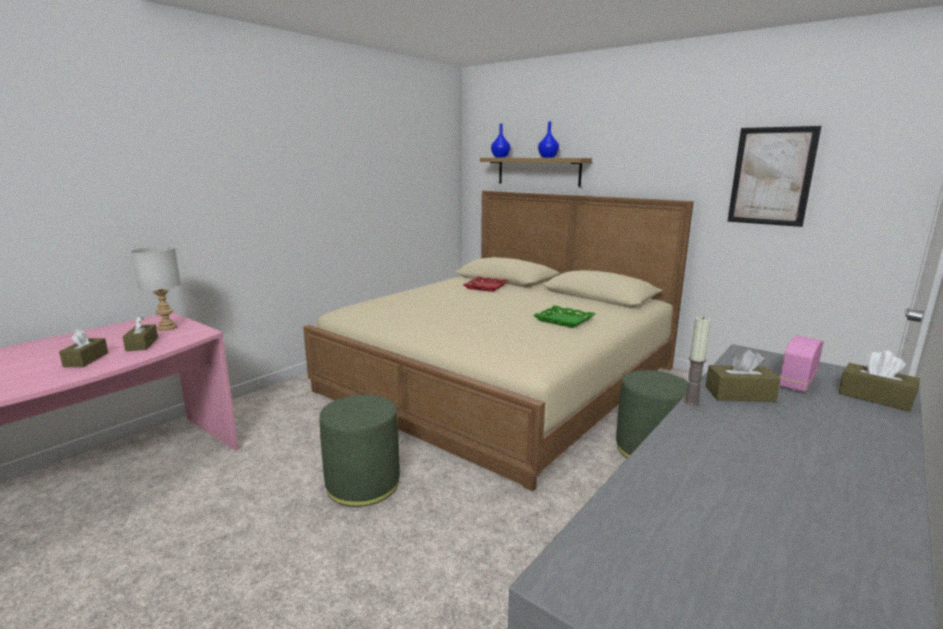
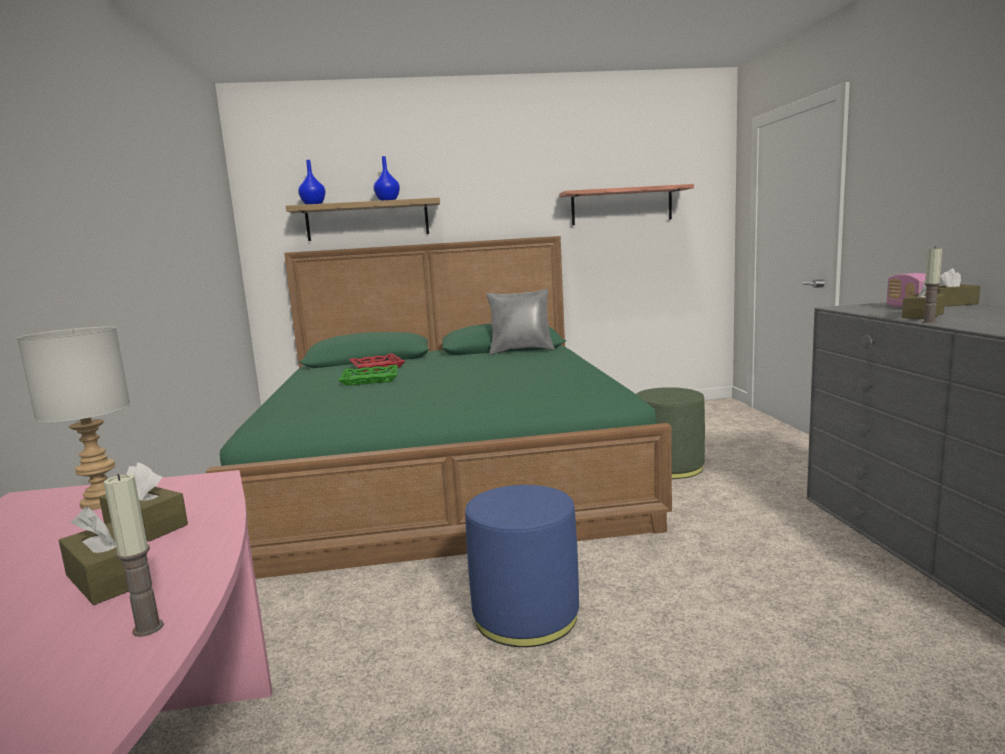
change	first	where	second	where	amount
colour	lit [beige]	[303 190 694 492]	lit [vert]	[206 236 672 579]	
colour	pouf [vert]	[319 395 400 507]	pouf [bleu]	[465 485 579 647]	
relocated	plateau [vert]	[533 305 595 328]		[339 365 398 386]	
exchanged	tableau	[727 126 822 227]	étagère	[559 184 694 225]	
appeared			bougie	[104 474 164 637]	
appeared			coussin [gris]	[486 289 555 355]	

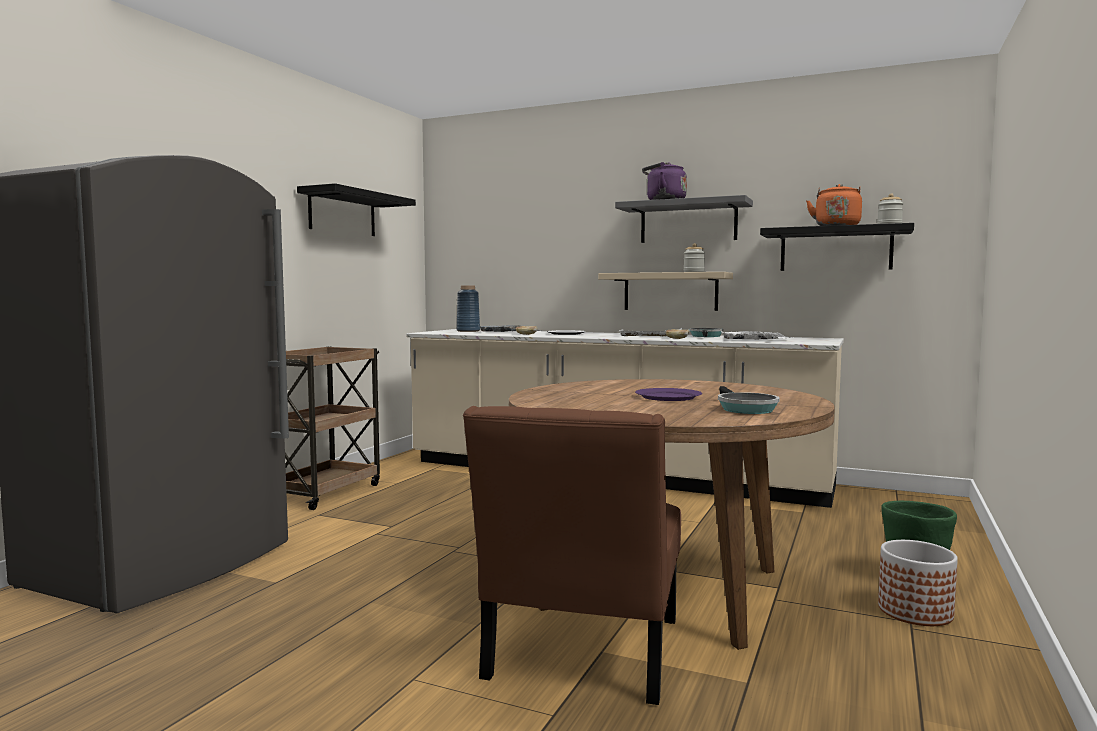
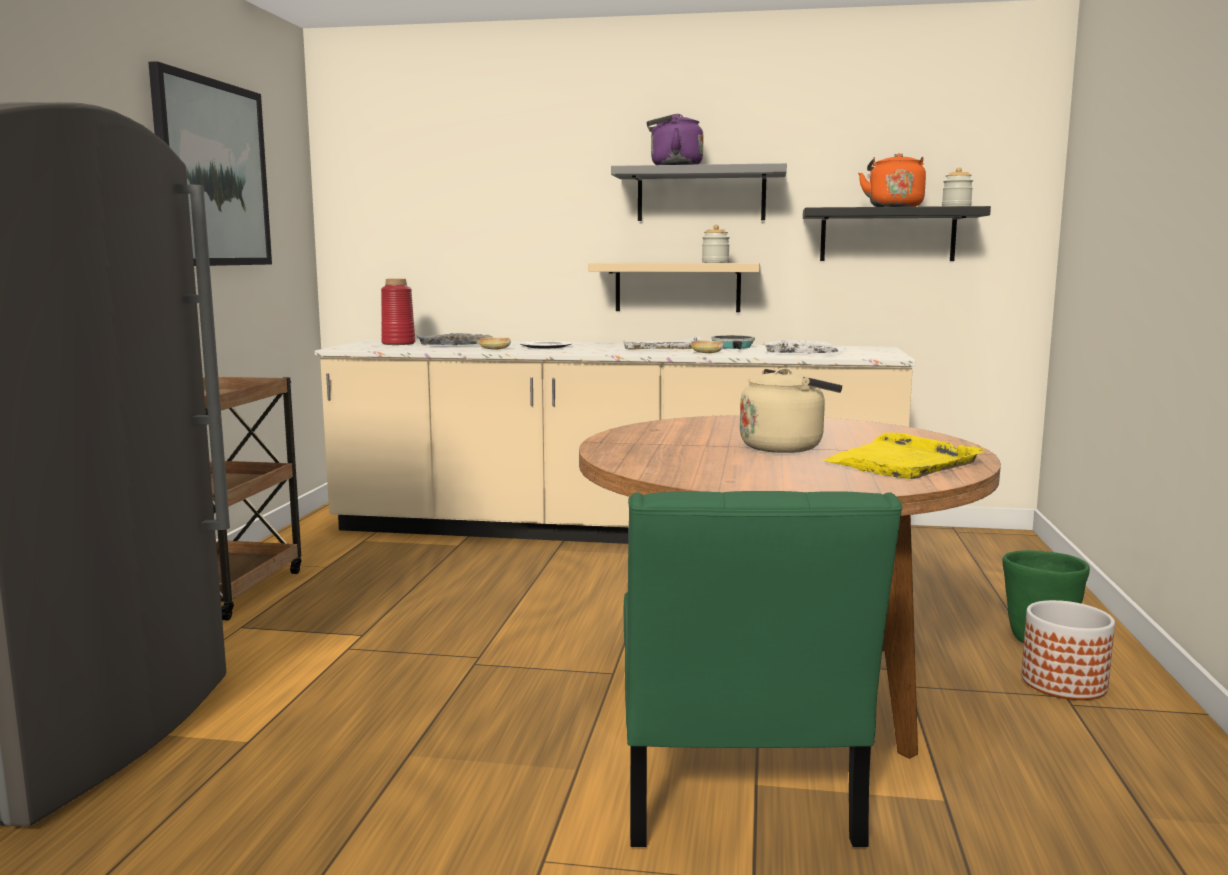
change	first	where	second	where	amount
exchanged	étagère [noir]	[297 183 416 236]	tableau	[148 61 272 266]	
colour	vase [bleu]	[457 286 480 332]	vase [rouge]	[381 279 415 345]	
colour	chaise [marron]	[463 406 681 705]	chaise [vert]	[624 491 902 847]	
exchanged	assiette [violet]	[635 388 702 401]	bouilloire [beige]	[740 368 842 453]	
exchanged	poêle	[718 386 780 414]	plateau [jaune]	[822 433 984 479]	

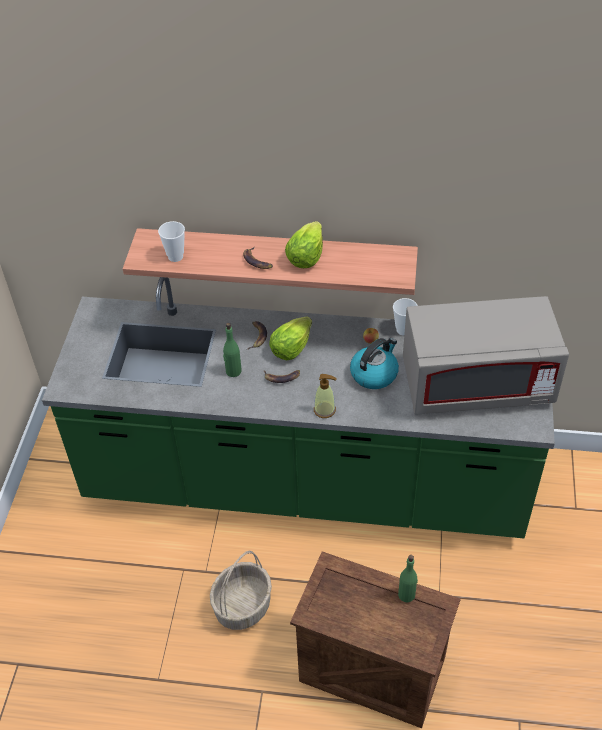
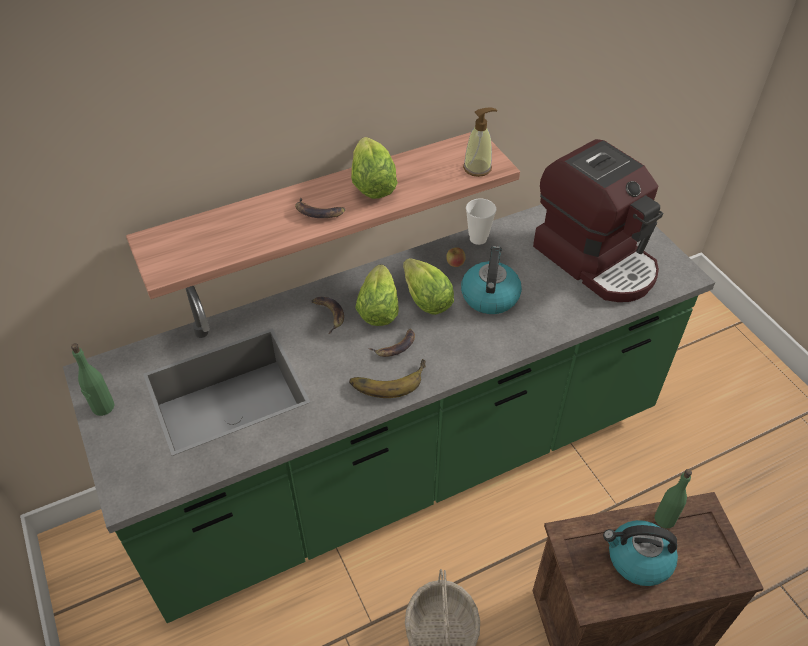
change	first	where	second	where	amount
missing	tasse	[158 221 185 262]			
relocated	bouteille [vert]	[223 323 242 377]		[71 343 114 416]	
relocated	distributeur de savon	[314 374 337 418]		[463 107 497 177]	
exchanged	micro-ondes [gris]	[403 296 569 415]	machine à café	[533 139 663 302]	
appeared			banane	[349 359 426 398]	
appeared			laitue	[403 258 454 315]	
appeared			bouilloire	[603 520 678 586]	

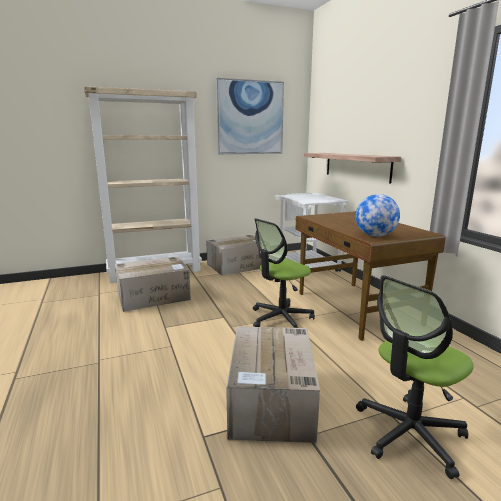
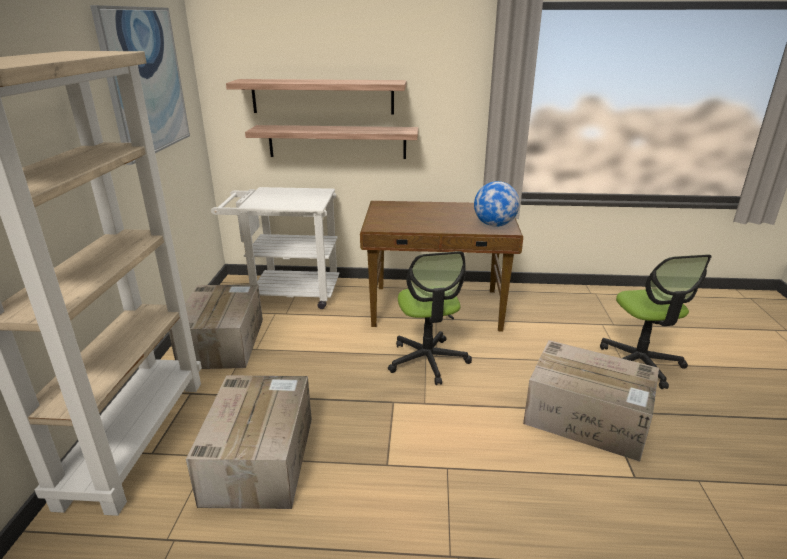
change	first	where	second	where	amount
appeared			étagère	[226 79 406 114]	

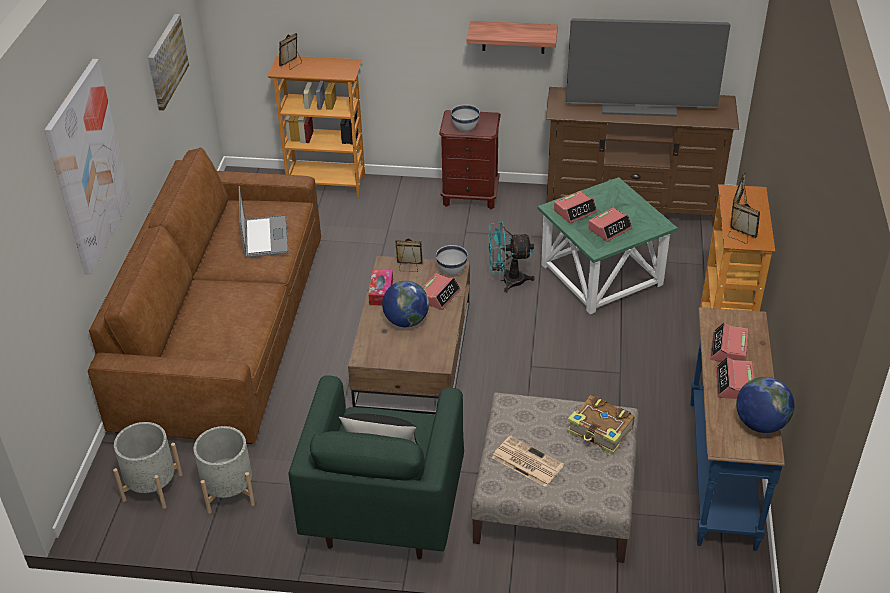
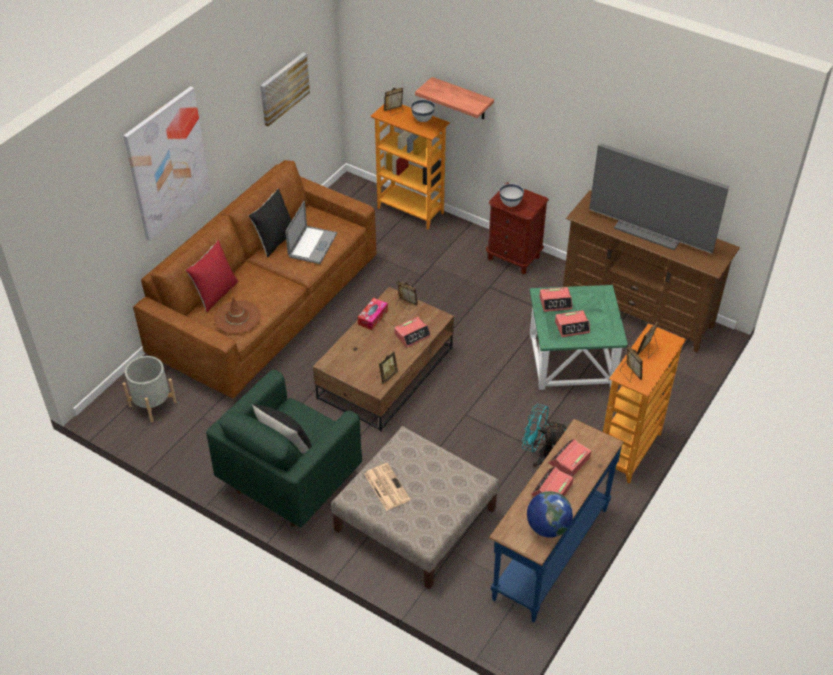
change	first	where	second	where	amount
missing	cache-pot [gris]	[194 426 255 514]			
missing	globe	[382 281 429 327]			
relocated	bol [blanc]	[436 245 468 275]		[411 99 435 122]	
relocated	étagère	[466 21 558 54]		[415 77 494 119]	
relocated	ventilateur [turquoise]	[488 221 534 293]		[522 404 567 467]	
missing	livre	[567 395 635 454]			
appeared			coussin [rouge]	[185 240 238 312]	
appeared			chapeau [marron]	[214 297 261 334]	
appeared			coussin [noir]	[249 188 292 257]	
appeared			cadre photo	[377 351 398 384]	

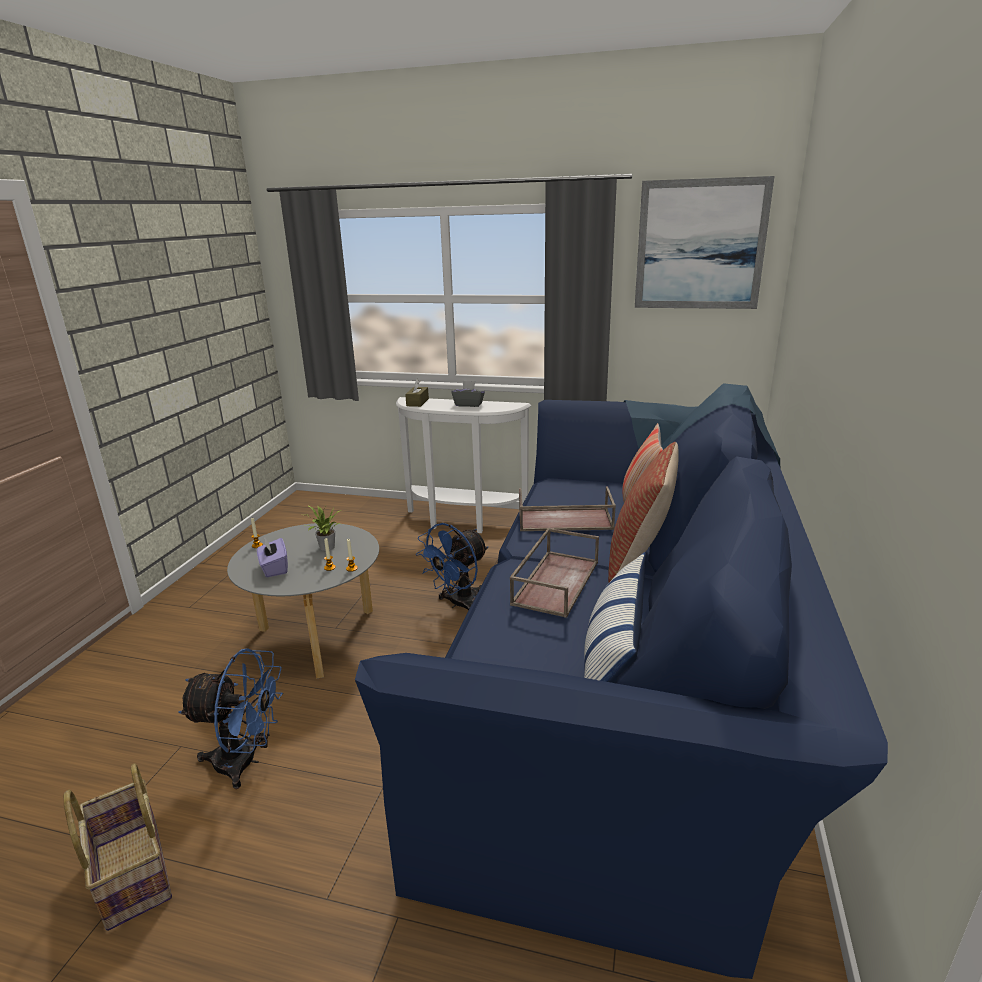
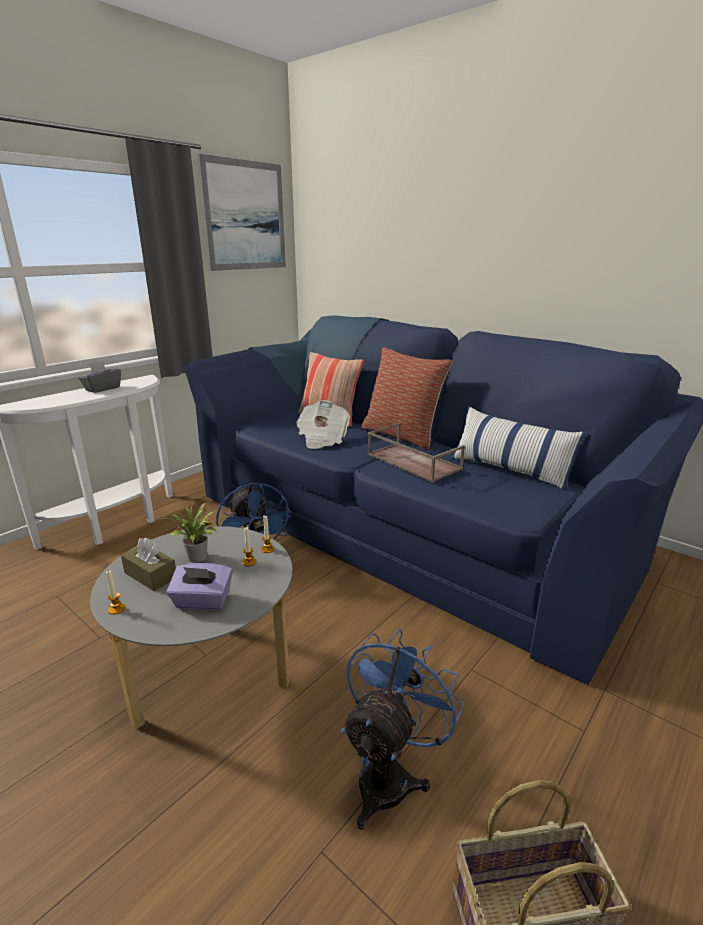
change	first	where	second	where	amount
relocated	boîte à mouchoirs [marron]	[405 379 429 407]		[121 537 176 591]	
exchanged	plateau [marron]	[519 486 616 531]	journal	[296 400 350 449]	

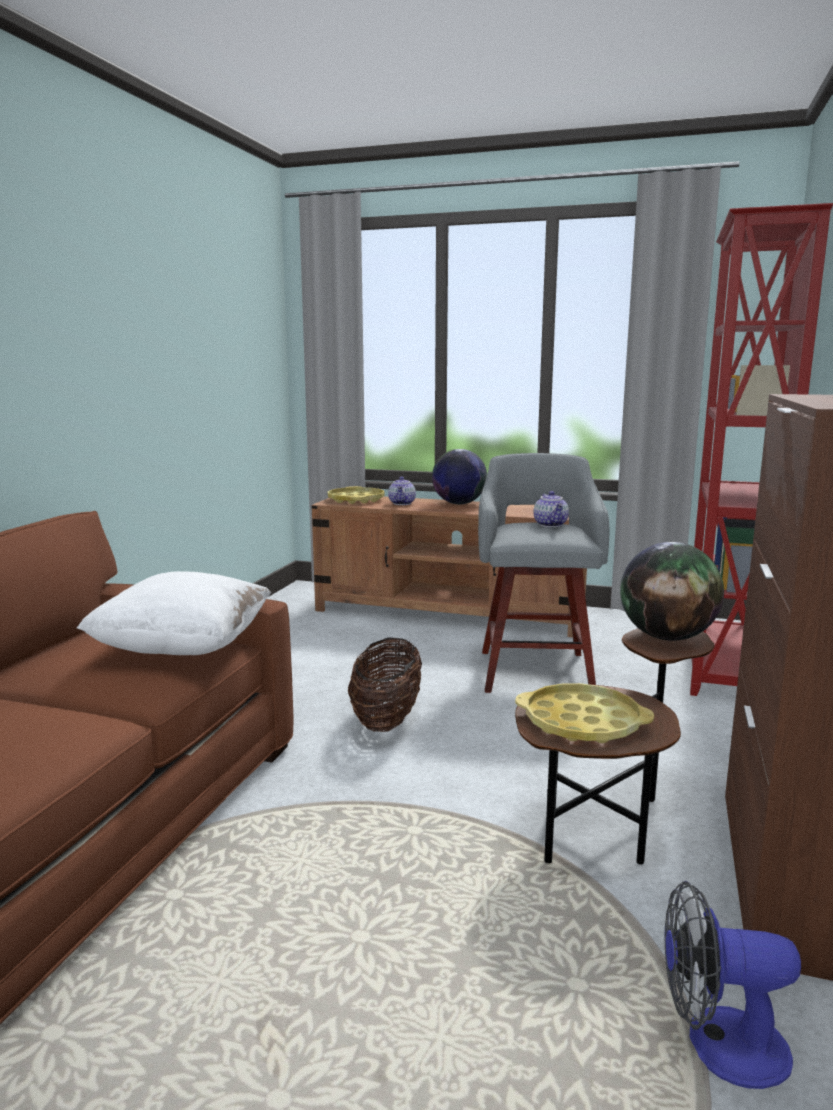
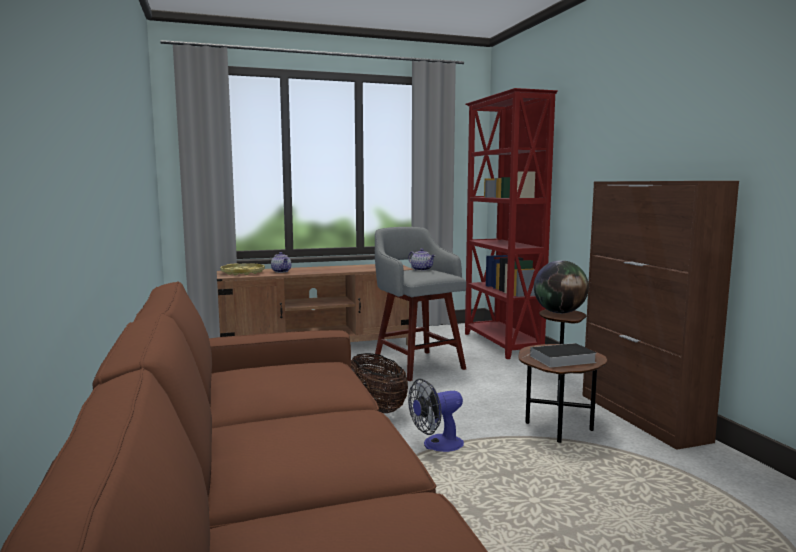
change	first	where	second	where	amount
missing	coussin [blanc]	[77 571 271 655]			
missing	globe	[432 449 487 504]			
exchanged	plateau [jaune]	[515 683 654 743]	livre	[526 343 597 368]	
relocated	ventilateur	[664 881 801 1089]		[408 379 464 452]	

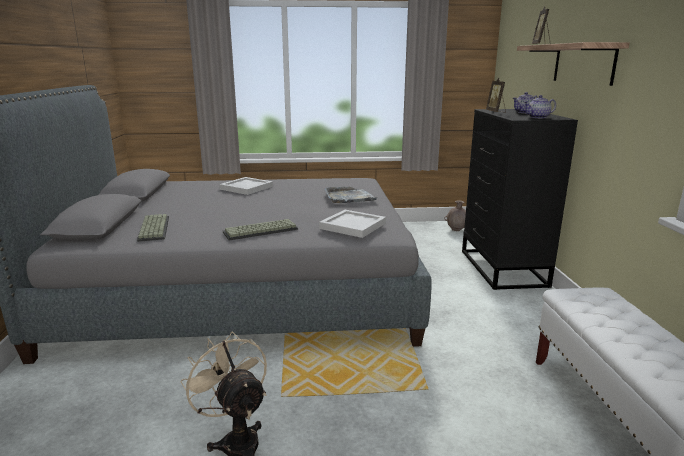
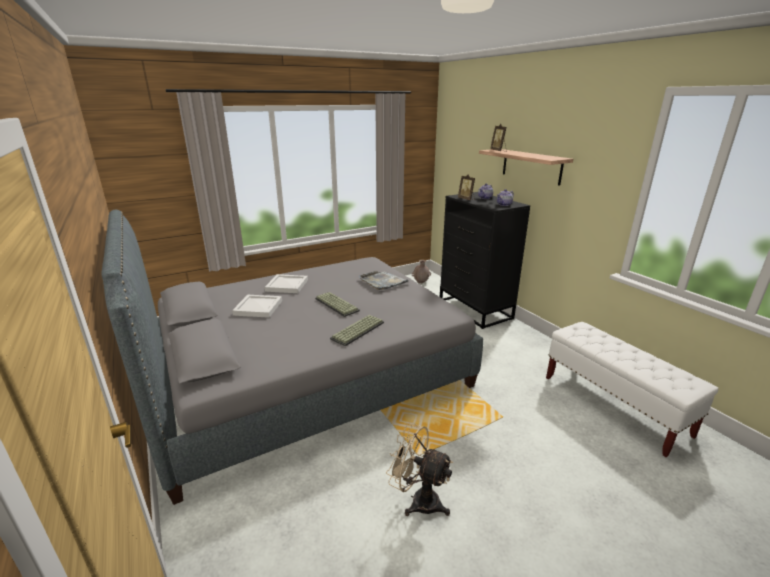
change	first	where	second	where	amount
relocated	clavier	[137 214 169 242]		[315 292 360 317]	
relocated	plateau [blanc]	[319 210 386 238]		[232 295 282 318]	

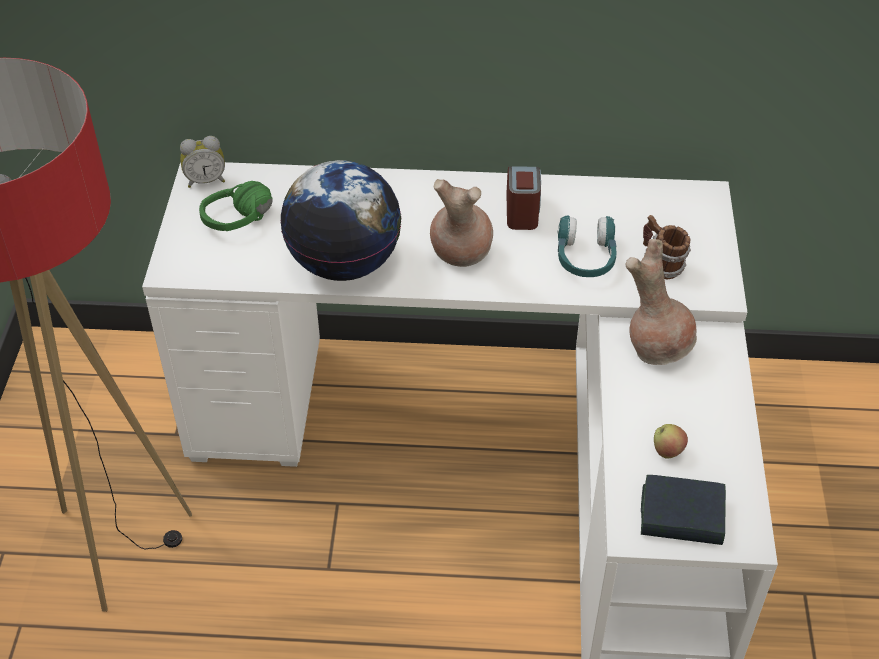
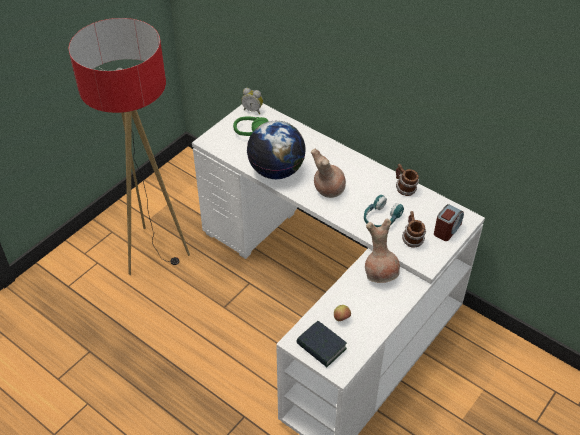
change	first	where	second	where	amount
relocated	réveil	[506 166 541 230]		[434 204 464 241]	
appeared			mug	[396 164 419 196]	

